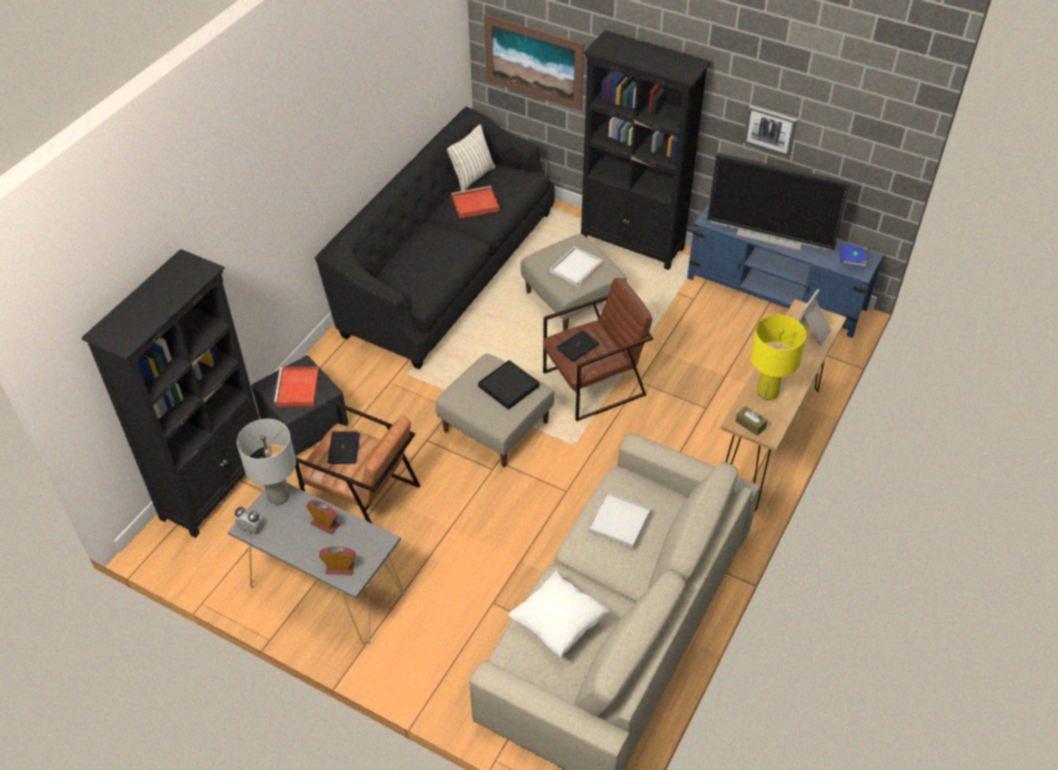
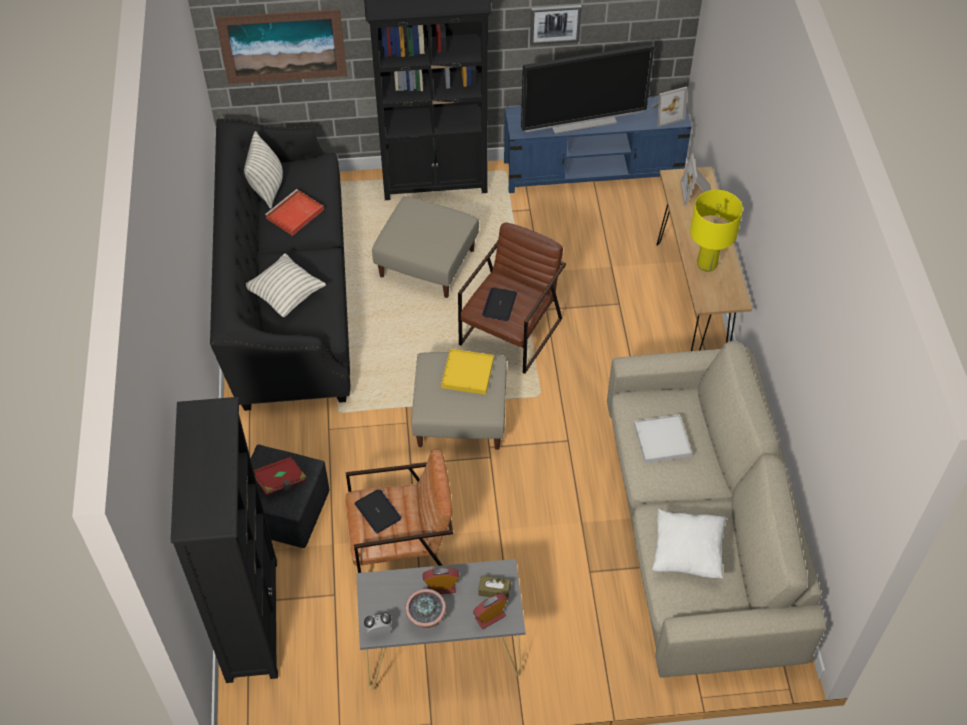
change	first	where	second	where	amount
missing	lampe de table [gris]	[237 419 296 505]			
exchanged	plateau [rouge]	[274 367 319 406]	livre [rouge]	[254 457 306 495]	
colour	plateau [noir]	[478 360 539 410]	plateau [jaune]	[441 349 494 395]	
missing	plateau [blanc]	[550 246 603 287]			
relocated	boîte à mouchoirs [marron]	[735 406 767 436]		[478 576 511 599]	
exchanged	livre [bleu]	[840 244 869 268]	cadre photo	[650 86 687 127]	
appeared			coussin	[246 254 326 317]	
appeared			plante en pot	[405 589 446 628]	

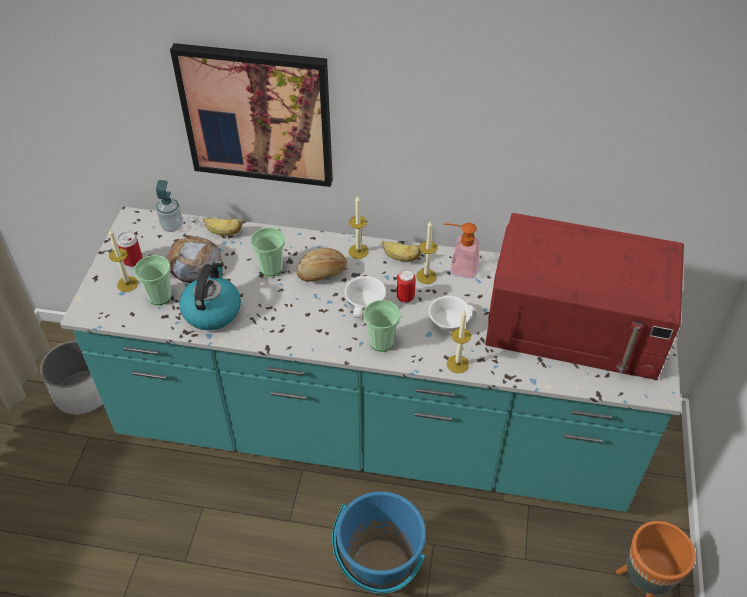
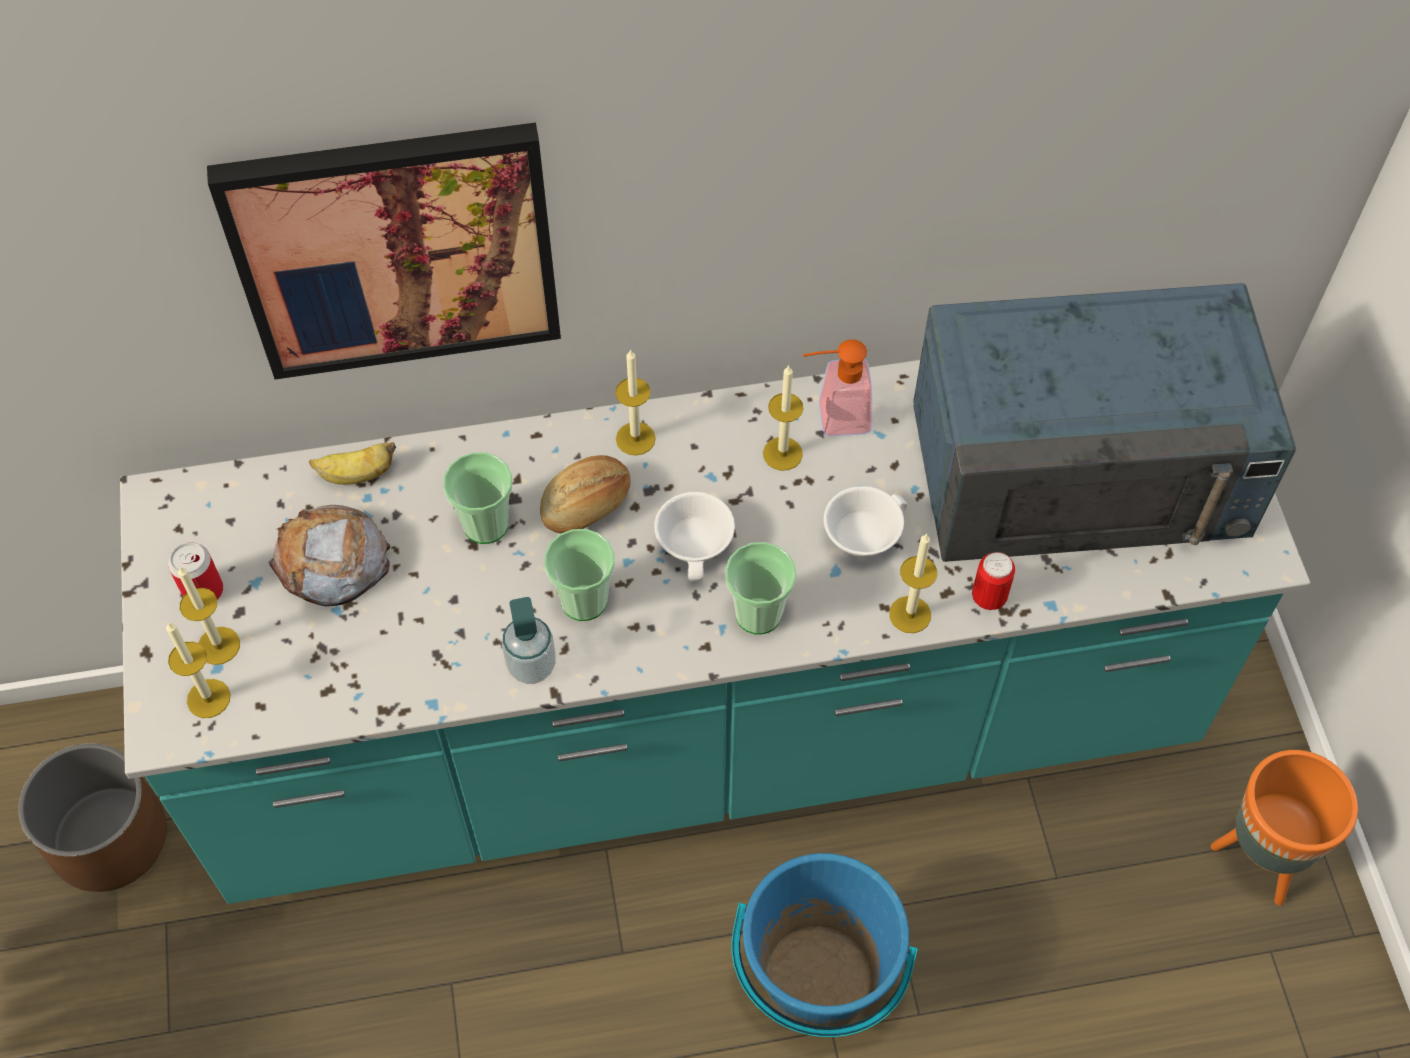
change	first	where	second	where	amount
colour	cache-pot [blanc]	[40 341 103 415]	cache-pot [marron]	[19 743 167 892]	
relocated	tasse	[134 255 172 305]		[544 529 615 621]	
relocated	distributeur de savon	[156 180 183 232]		[502 597 556 684]	
missing	bouilloire	[179 261 241 330]			
missing	banane	[382 241 422 261]			
relocated	boîte métallique	[397 270 416 303]		[972 552 1015 610]	
colour	micro-ondes [rouge]	[485 213 684 380]	micro-ondes [bleu]	[913 283 1296 562]	
appeared			bougie	[166 622 230 718]	

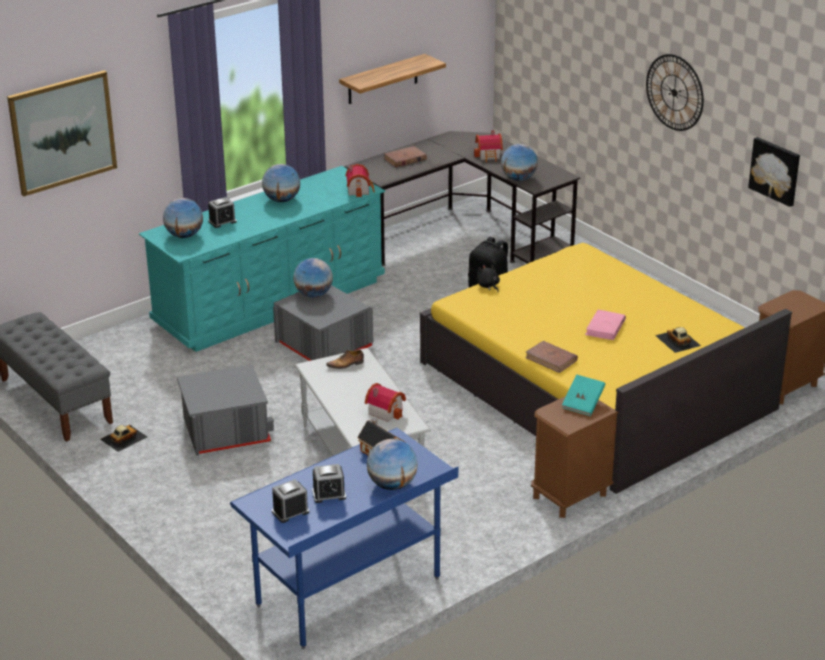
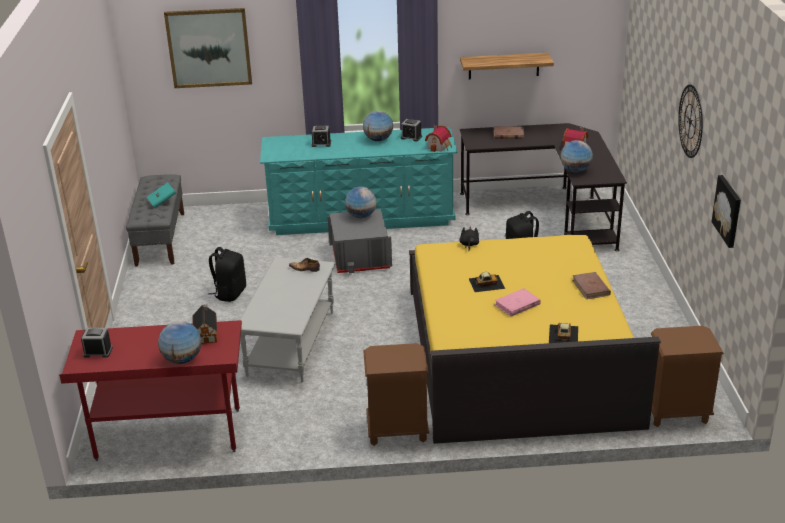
change	first	where	second	where	amount
relocated	petite voiture	[100 425 147 452]		[468 272 505 292]	
missing	globe	[163 198 203 238]			
exchanged	boîte de rangement [gris]	[177 364 274 456]	sac à dos [noir]	[208 247 246 302]	
colour	bureau [bleu]	[230 428 458 649]	bureau [rouge]	[59 320 242 461]	
relocated	réveil	[312 464 346 503]		[401 119 422 141]	
missing	maison miniature	[365 383 406 422]			
relocated	livre [marron]	[525 341 578 373]		[572 272 611 299]	
relocated	livre [turquoise]	[562 374 606 416]		[147 182 176 208]	

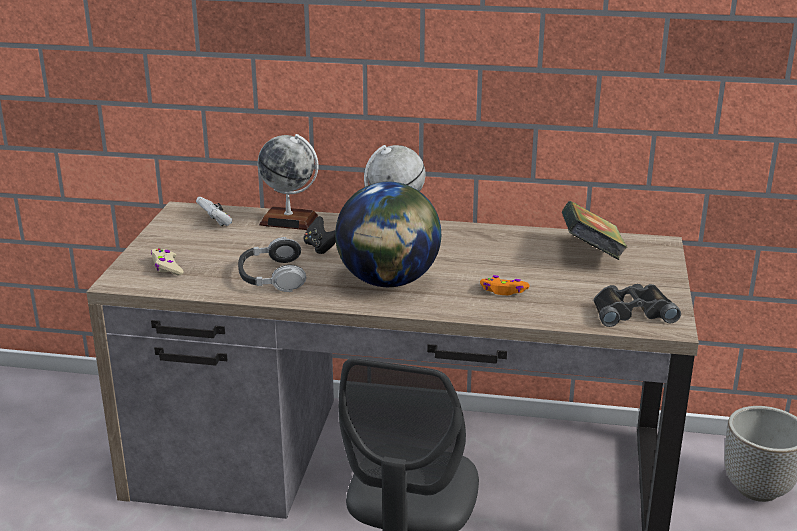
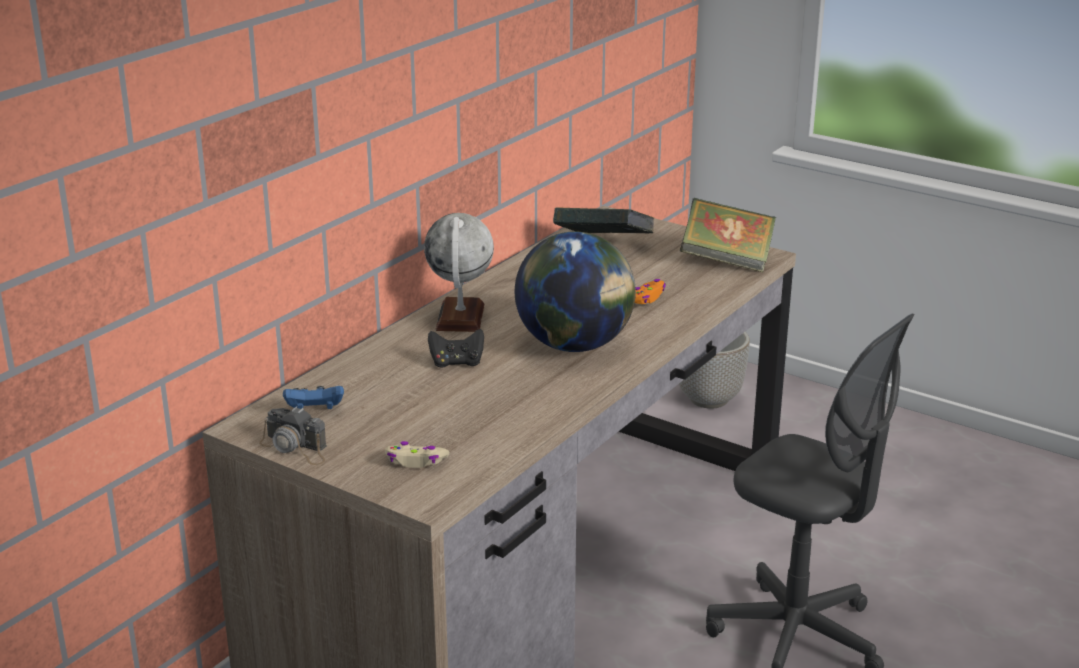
change	first	where	second	where	amount
colour	manette [blanc]	[196 197 232 226]	manette [bleu]	[283 386 344 409]	
missing	casque audio	[238 237 306 292]			
missing	globe	[258 134 319 230]			
exchanged	jumelles [noir]	[594 284 681 327]	livre	[680 198 776 272]	
appeared			appareil photo	[259 406 327 465]	

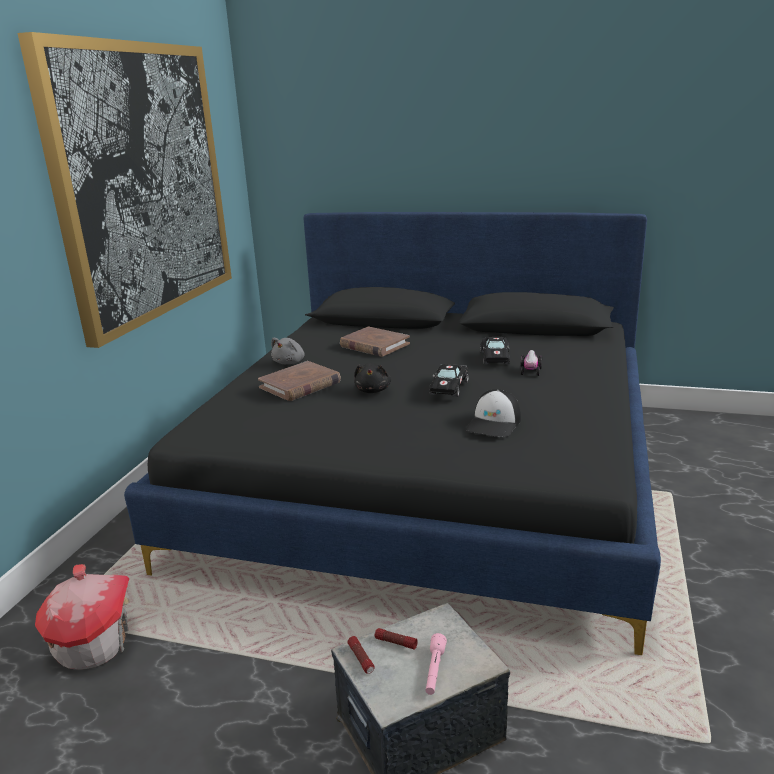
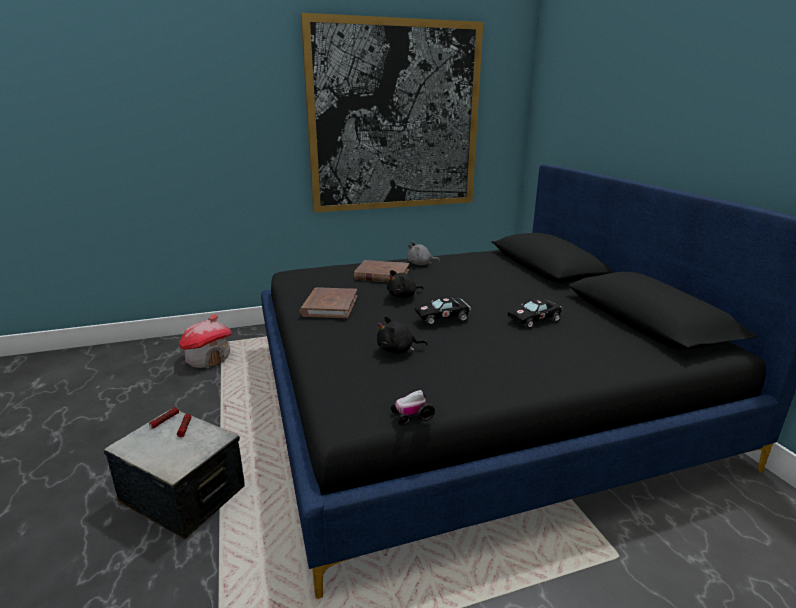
change	first	where	second	where	amount
relocated	livre [marron]	[340 327 410 357]		[300 287 357 319]	
missing	lampe de poche [rose]	[425 633 447 695]			
exchanged	casquette	[466 389 521 437]	peluche [noir]	[377 316 428 354]	
relocated	petite voiture	[521 350 542 376]		[391 390 435 425]	

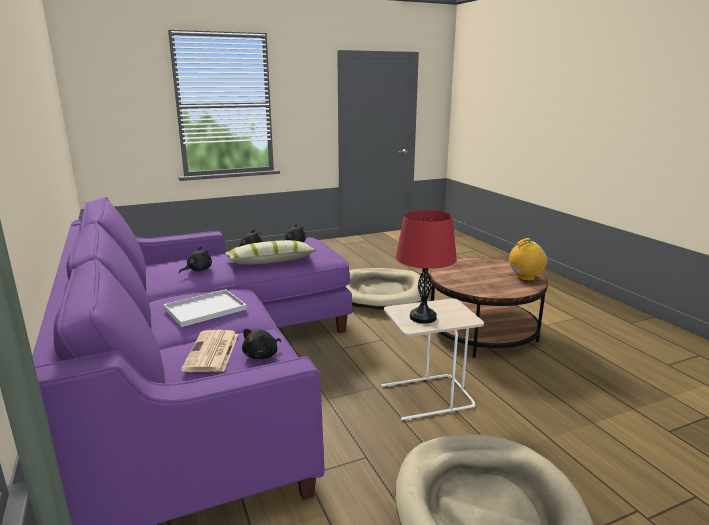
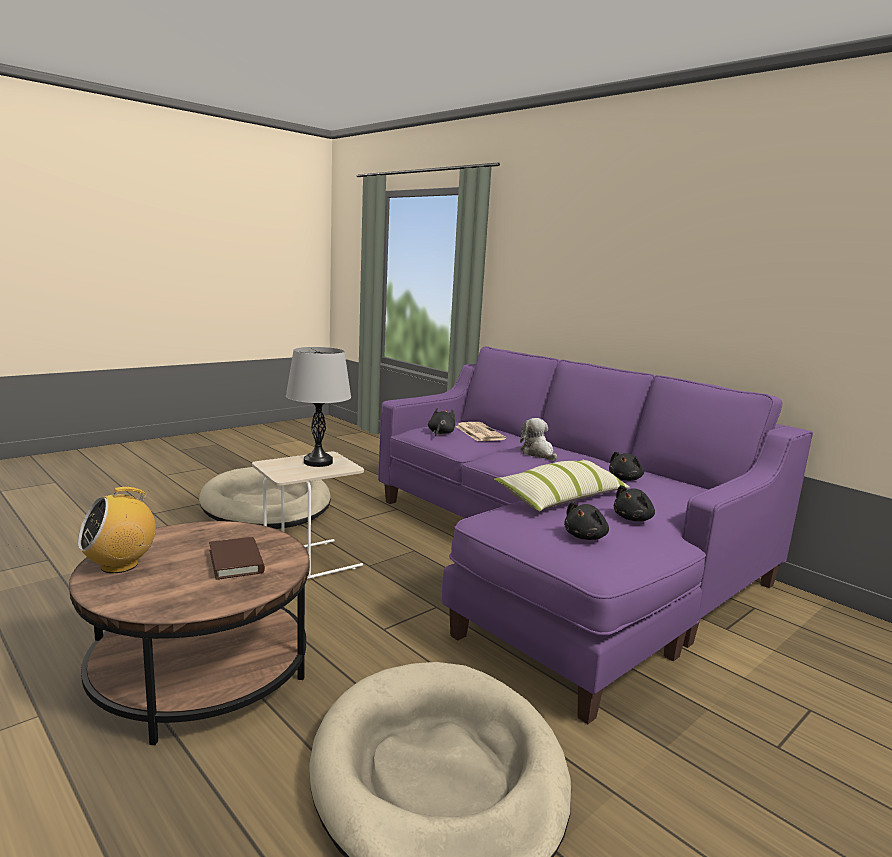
change	first	where	second	where	amount
exchanged	plateau [blanc]	[163 289 247 327]	peluche	[520 418 557 461]	
colour	lampe de table [rouge]	[395 210 457 324]	lampe de table [gris]	[286 347 351 467]	
appeared			livre [marron]	[209 537 265 580]	

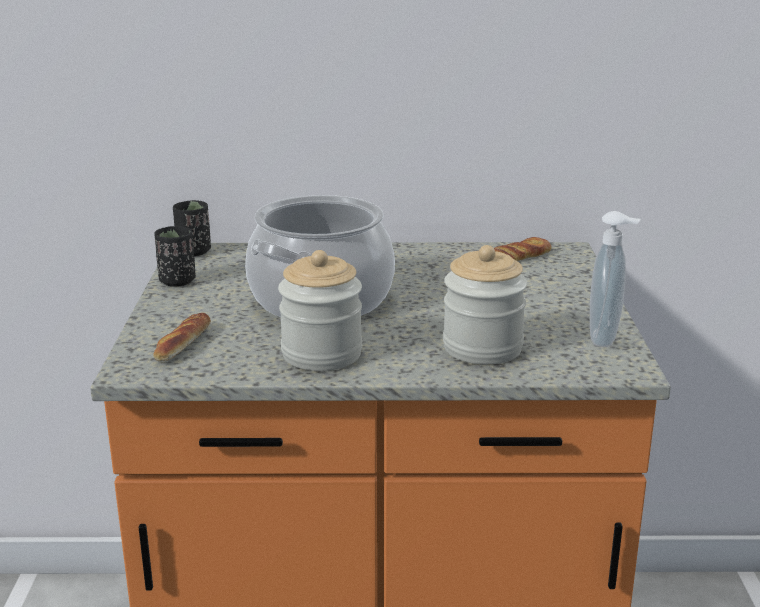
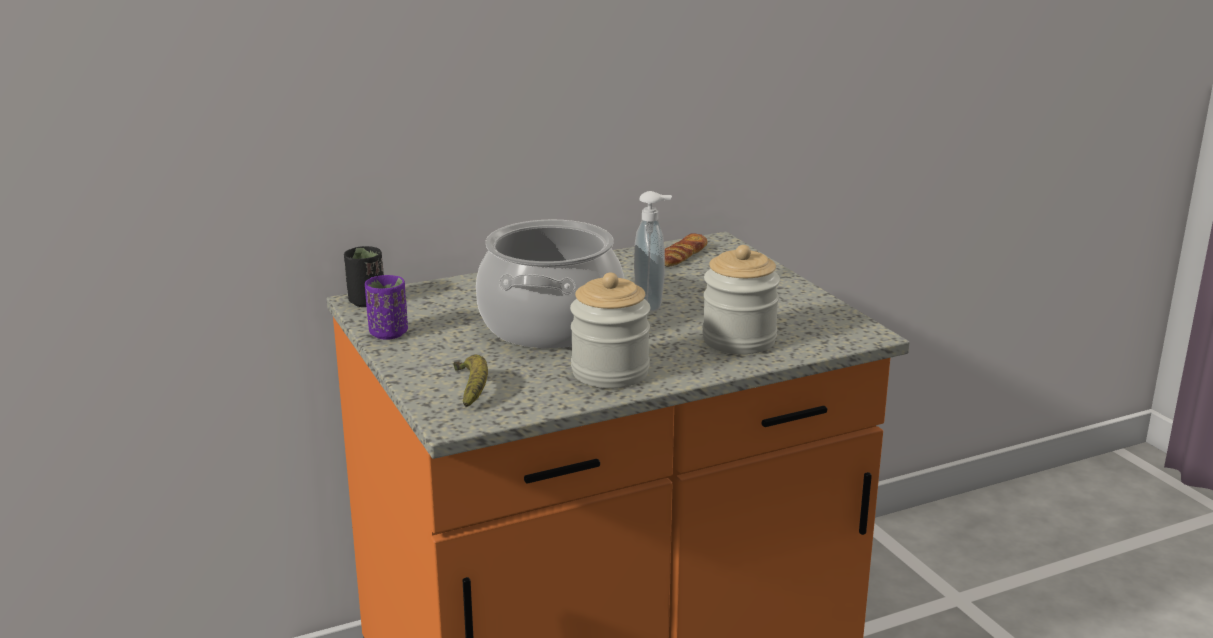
change	first	where	second	where	amount
exchanged	pain	[153 313 211 361]	banane	[454 354 488 407]	
colour	tasse [noir]	[154 226 196 287]	tasse [violet]	[365 275 408 340]	
relocated	distributeur de savon	[590 211 640 347]		[634 191 672 312]	

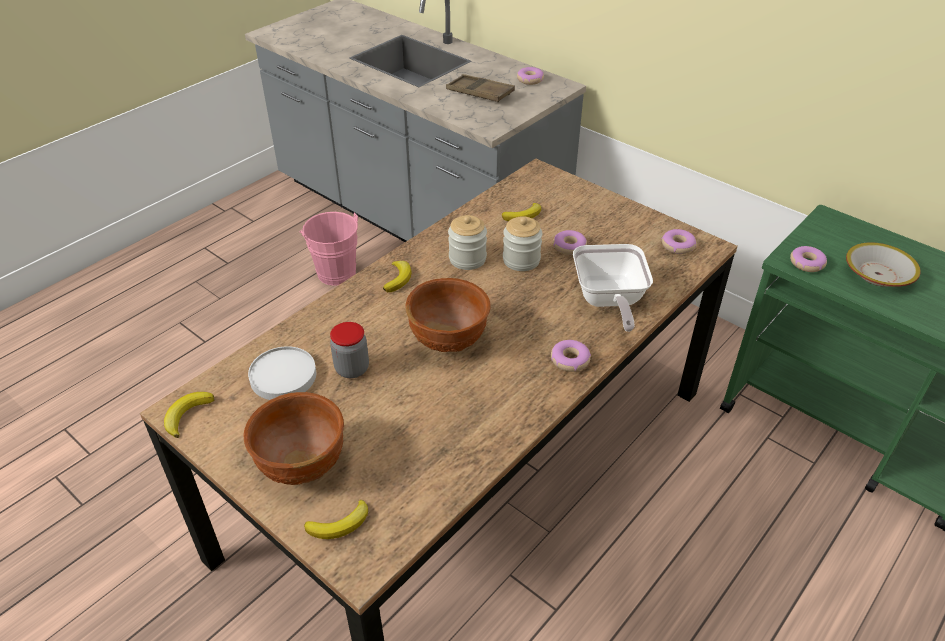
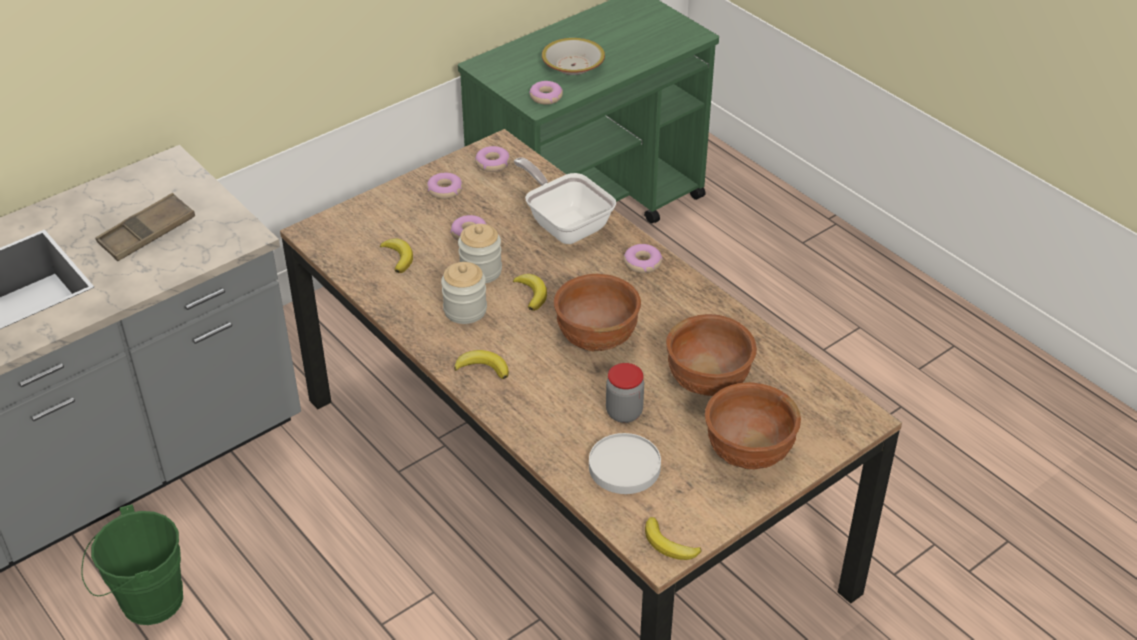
change	first	where	second	where	amount
colour	seau [rose]	[300 212 358 286]	seau [vert]	[81 504 183 625]	
relocated	banane	[304 500 369 539]		[513 274 547 311]	
relocated	beignet	[517 67 544 85]		[427 173 463 199]	
spun	poêle	[573 244 653 332]		[514 157 616 244]	135 degrees counterclockwise
appeared			bol [marron]	[666 314 757 396]	

